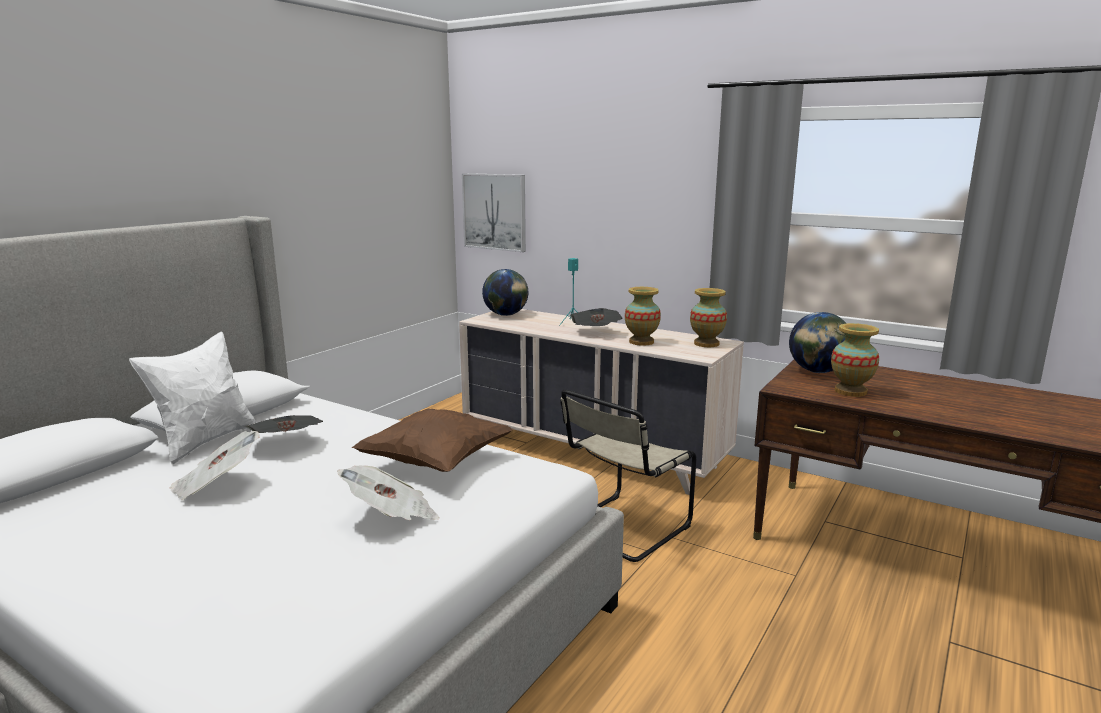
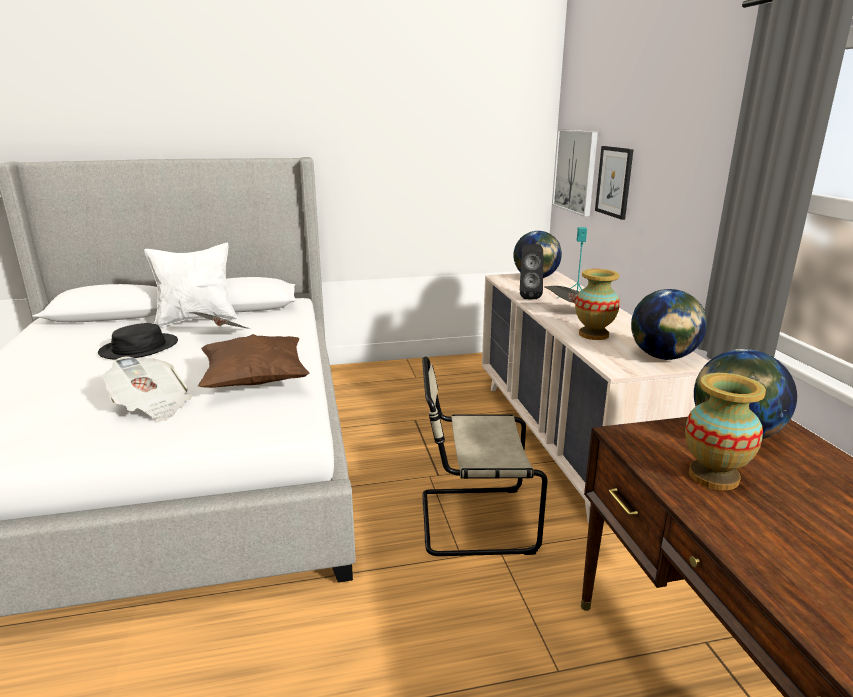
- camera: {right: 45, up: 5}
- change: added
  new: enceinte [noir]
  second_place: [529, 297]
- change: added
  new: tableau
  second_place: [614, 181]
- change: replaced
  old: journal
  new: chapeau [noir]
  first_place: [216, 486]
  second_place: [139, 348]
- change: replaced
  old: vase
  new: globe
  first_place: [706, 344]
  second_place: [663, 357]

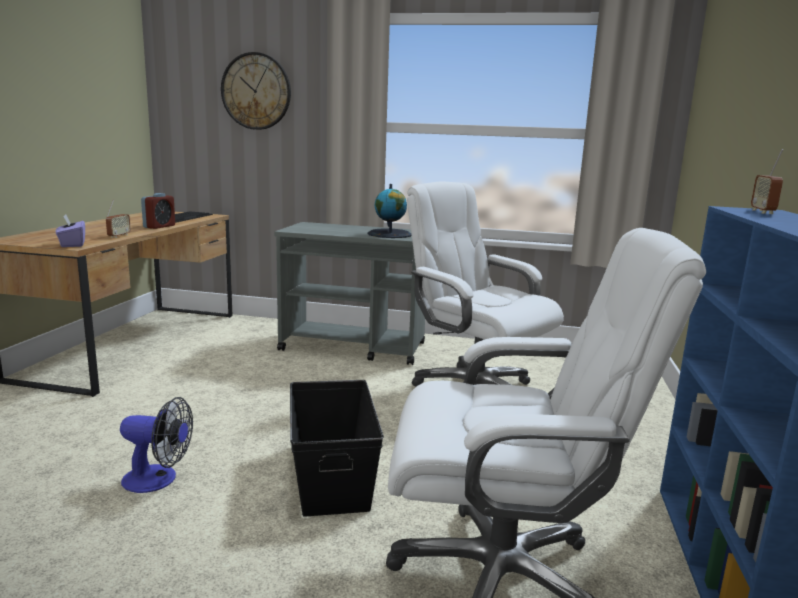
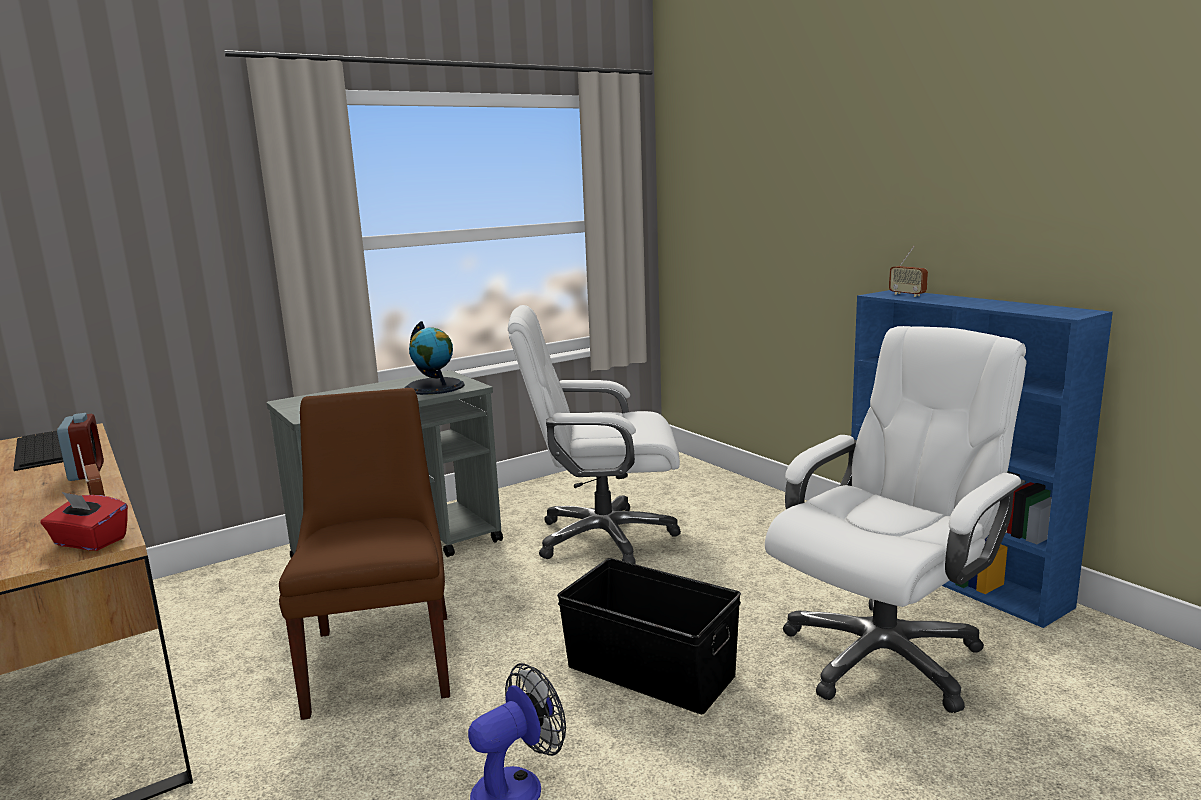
- camera: {right: -45, up: 0}
- change: removed
  old: horloge murale
  first_place: [256, 91]
- change: added
  new: chaise [marron]
  second_place: [382, 659]
- change: recoloured
  old: boîte à mouchoirs [violet]
  new: boîte à mouchoirs [rouge]
  first_place: [72, 244]
  second_place: [89, 542]

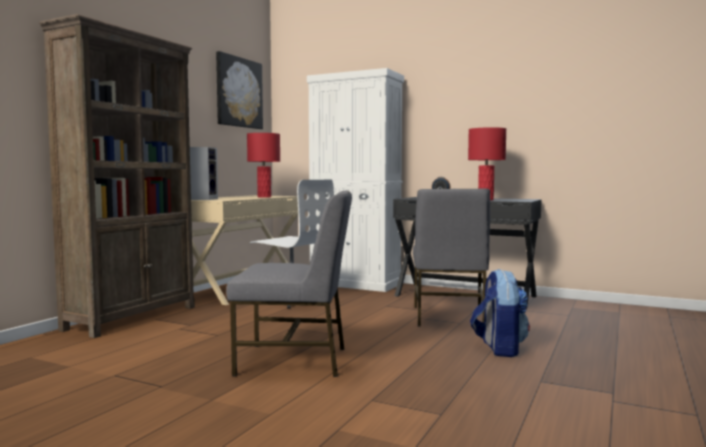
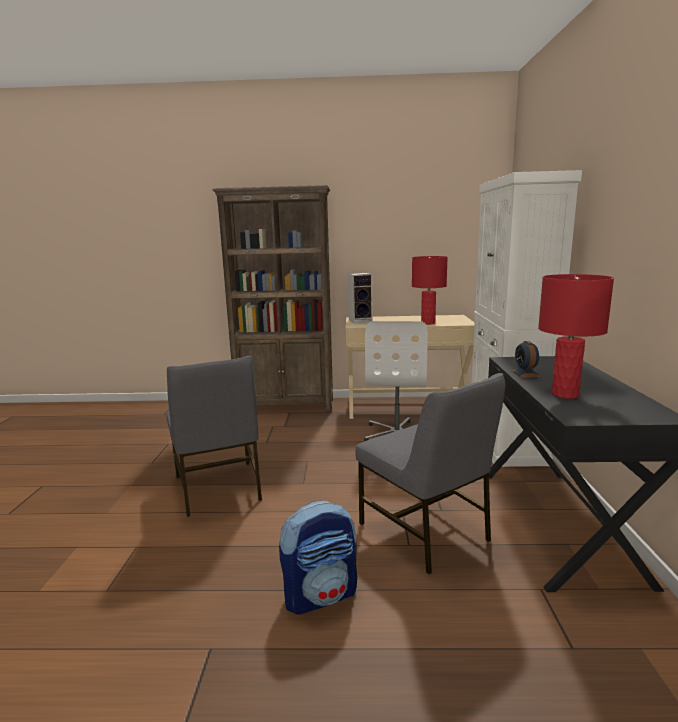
- camera: {right: 65, up: 10}
- change: removed
  old: tableau
  first_place: [238, 92]
- change: turned
  old: chaise [gris]
  first_place: [448, 317]
  second_place: [425, 532]
  degrees: -105

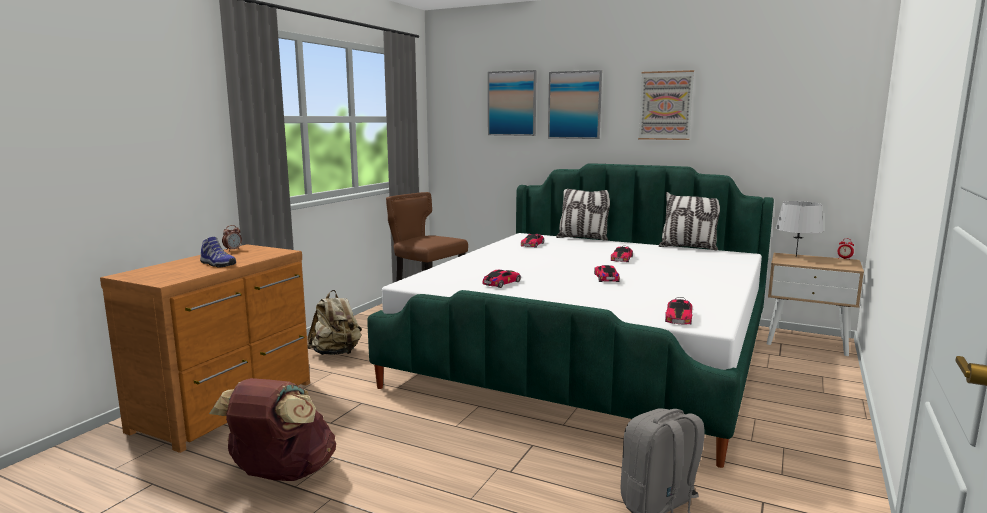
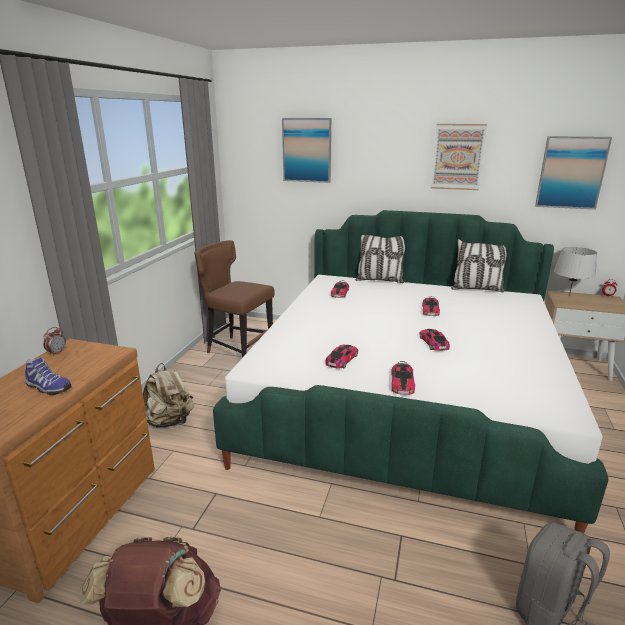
- camera: {right: -10, up: 10}
- change: moved
  old: tableau
  first_place: [575, 105]
  second_place: [571, 172]
- change: moved
  old: petite voiture
  first_place: [678, 317]
  second_place: [402, 383]

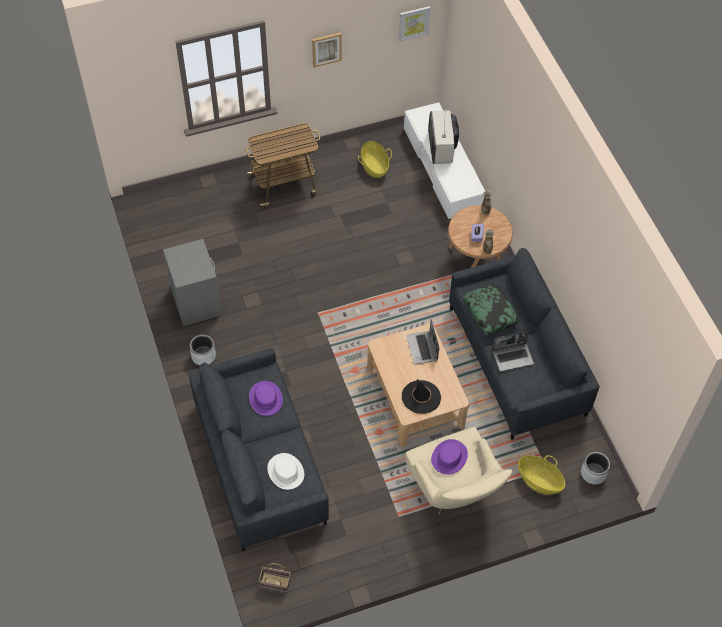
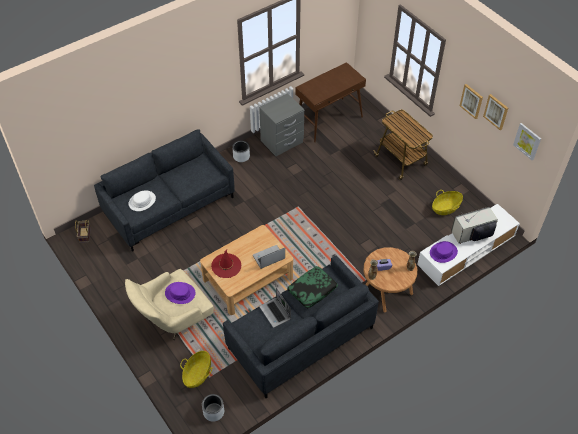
- camera: {right: 75, up: -5}
- change: added
  new: table console [marron]
  second_place: [329, 120]
- change: added
  new: tableau
  second_place: [496, 111]
- change: moved
  old: chapeau [violet]
  first_place: [266, 398]
  second_place: [443, 252]
- change: recoloured
  old: chapeau [noir]
  new: chapeau [rouge]
  first_place: [421, 397]
  second_place: [226, 266]

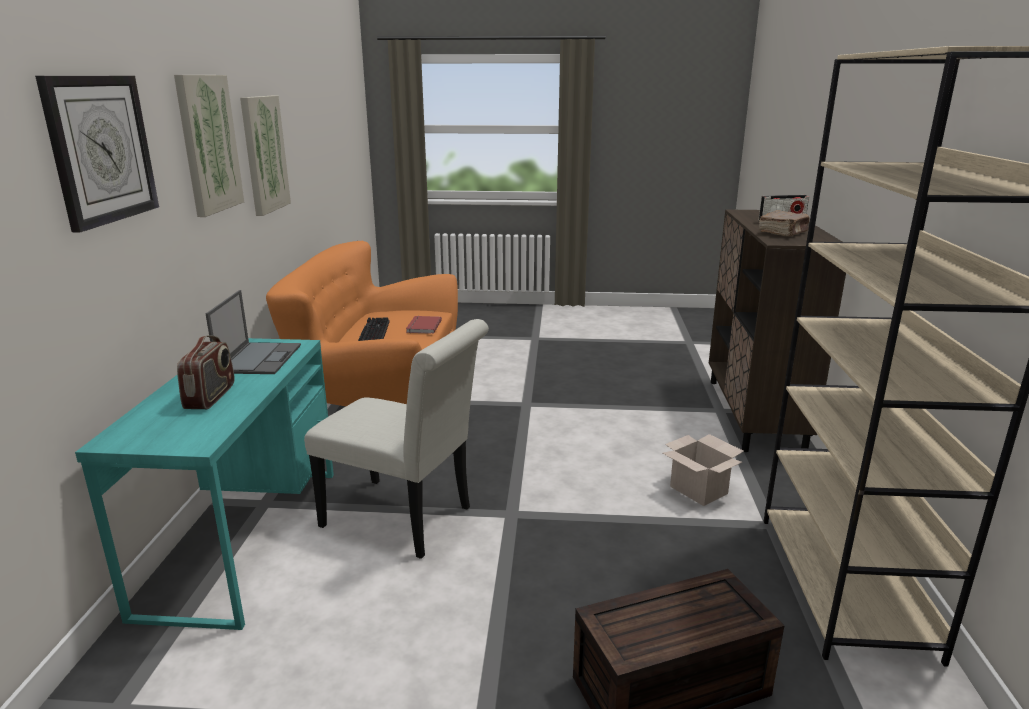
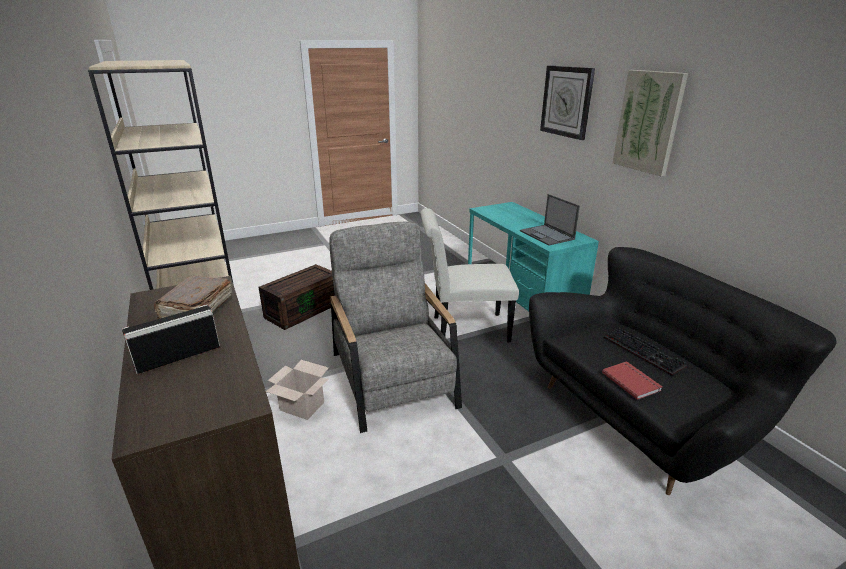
- camera: {right: 150, up: 5}
- change: removed
  old: radio
  first_place: [211, 397]
- change: removed
  old: tableau
  first_place: [264, 154]
- change: added
  new: fauteuil [gris]
  second_place: [393, 379]
- change: recoloured
  old: canapé [orange]
  new: canapé [noir]
  first_place: [378, 393]
  second_place: [641, 416]

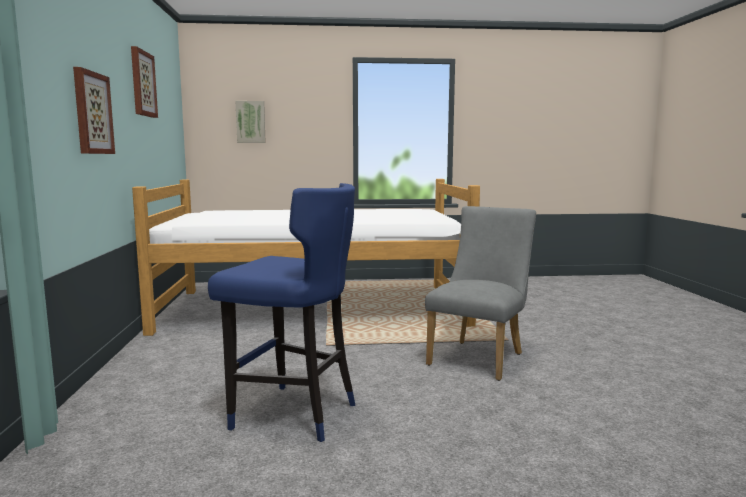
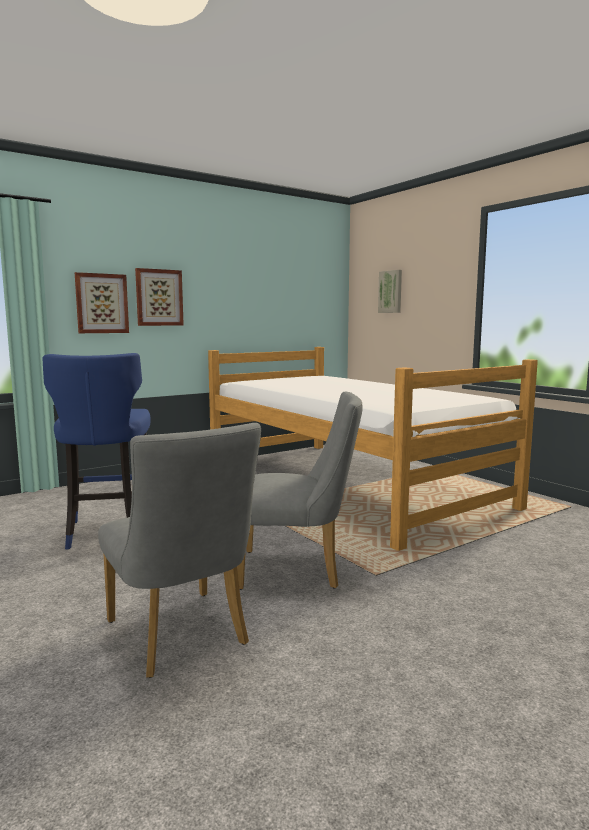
- camera: {right: 60, up: 0}
- change: added
  new: chaise [gris]
  second_place: [182, 637]
- change: moved
  old: tableau
  first_place: [142, 84]
  second_place: [101, 303]

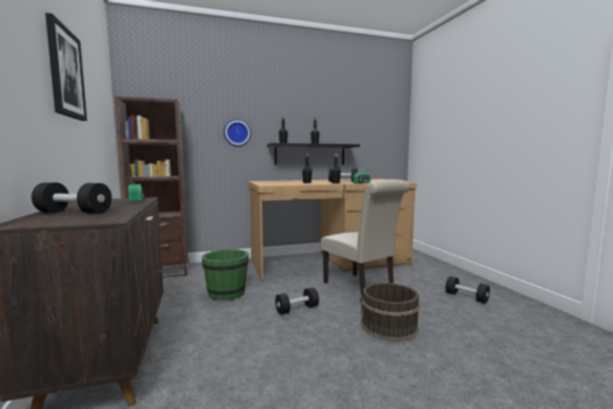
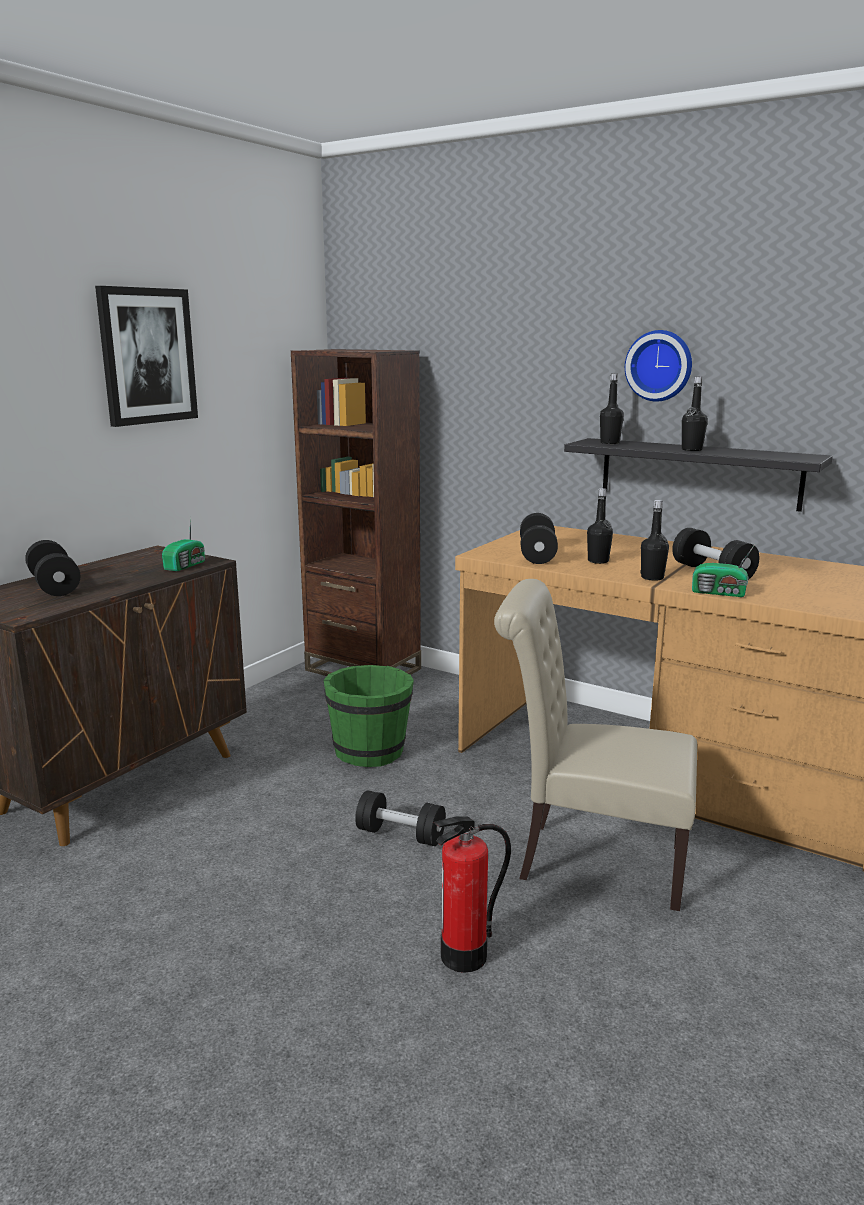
- camera: {right: 50, up: 10}
- change: moved
  old: horloge murale
  first_place: [237, 133]
  second_place: [659, 365]
- change: moved
  old: haltère [noir]
  first_place: [466, 297]
  second_place: [537, 554]
- change: replaced
  old: seau [marron]
  new: extincteur
  first_place: [389, 326]
  second_place: [464, 956]
- change: turned
  old: chaise [beige]
  first_place: [361, 288]
  second_place: [590, 861]
  degrees: 90

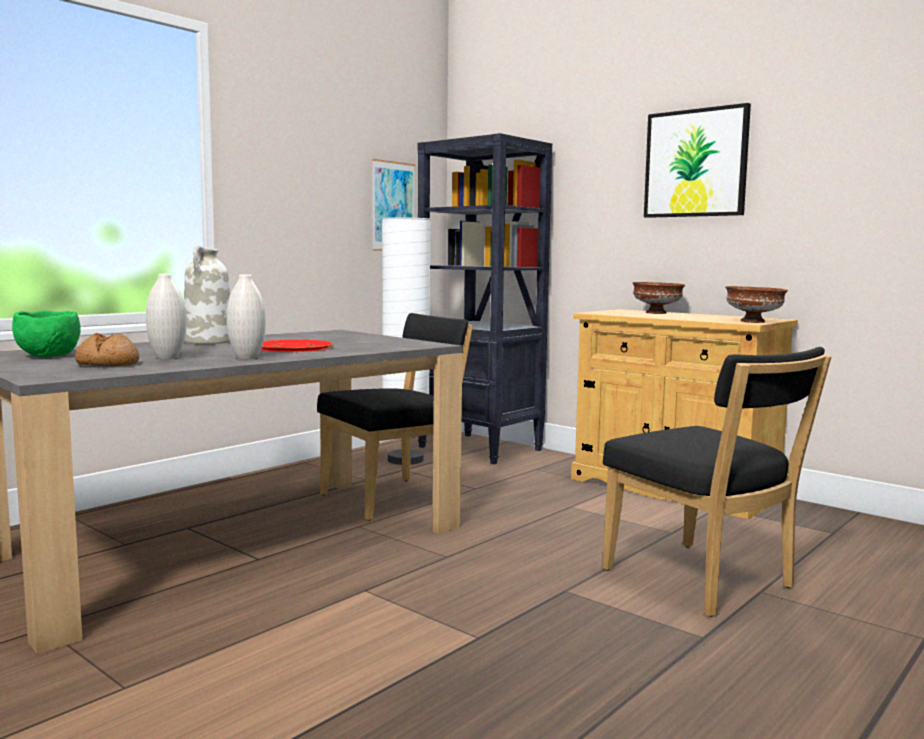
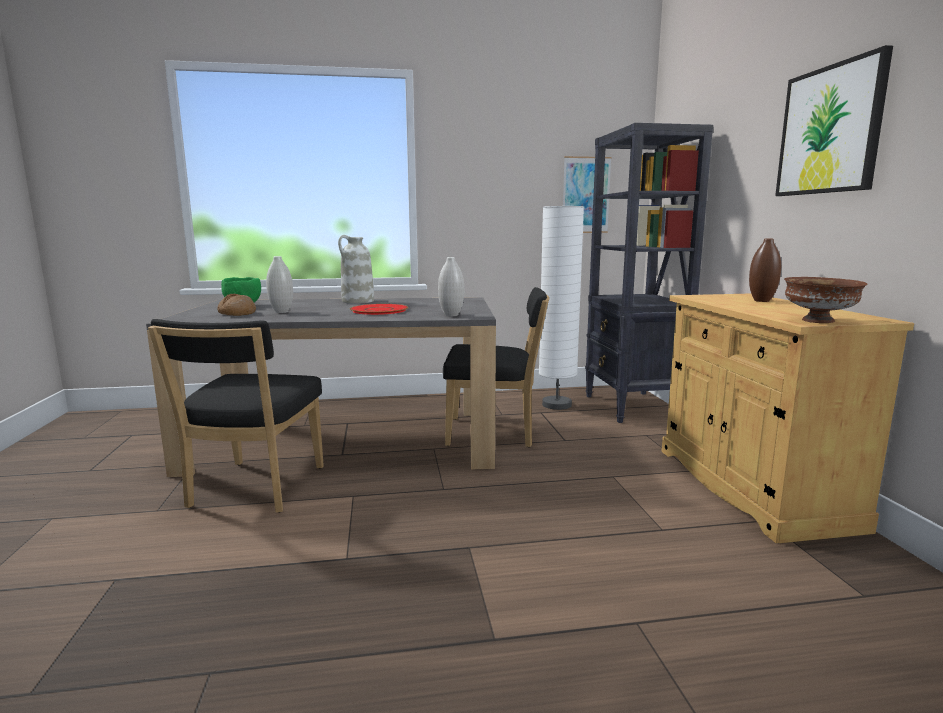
- camera: {right: 40, up: 5}
- change: moved
  old: vase [blanc]
  first_place: [247, 358]
  second_place: [451, 315]
- change: moved
  old: chaise [noir]
  first_place: [704, 581]
  second_place: [254, 489]
- change: replaced
  old: bol [marron]
  new: vase [marron]
  first_place: [657, 313]
  second_place: [761, 301]

